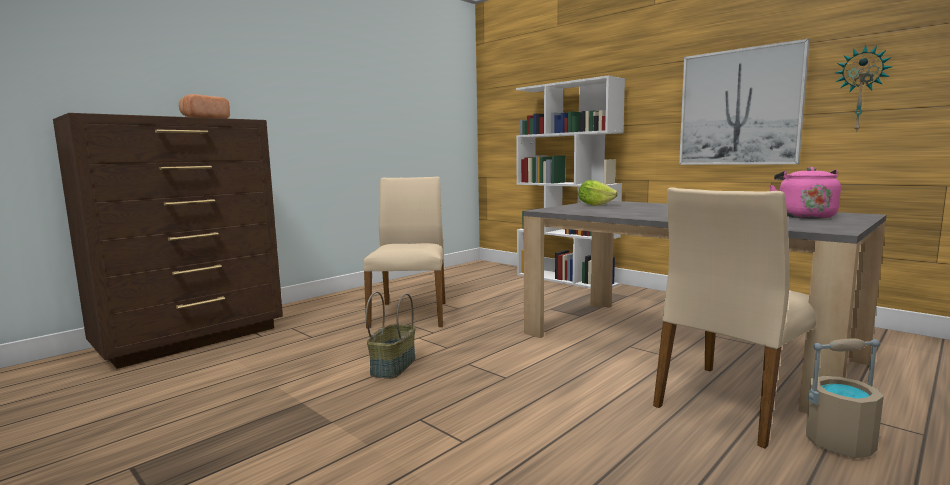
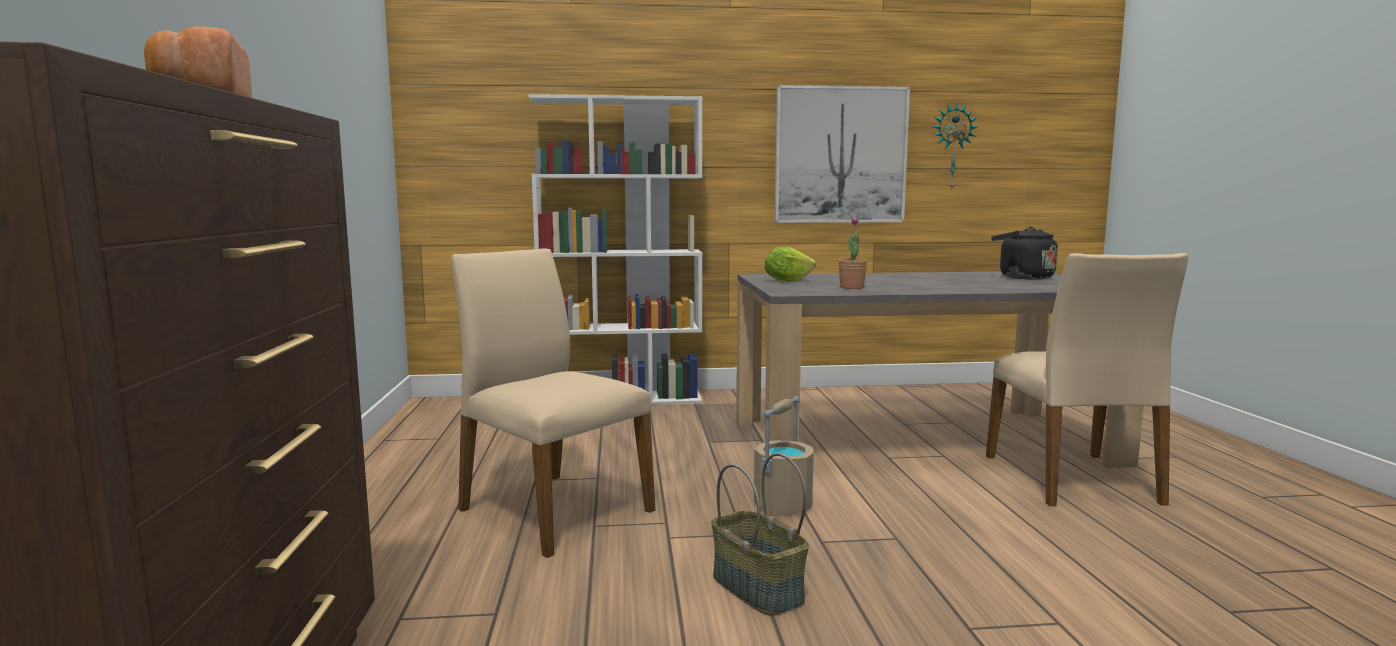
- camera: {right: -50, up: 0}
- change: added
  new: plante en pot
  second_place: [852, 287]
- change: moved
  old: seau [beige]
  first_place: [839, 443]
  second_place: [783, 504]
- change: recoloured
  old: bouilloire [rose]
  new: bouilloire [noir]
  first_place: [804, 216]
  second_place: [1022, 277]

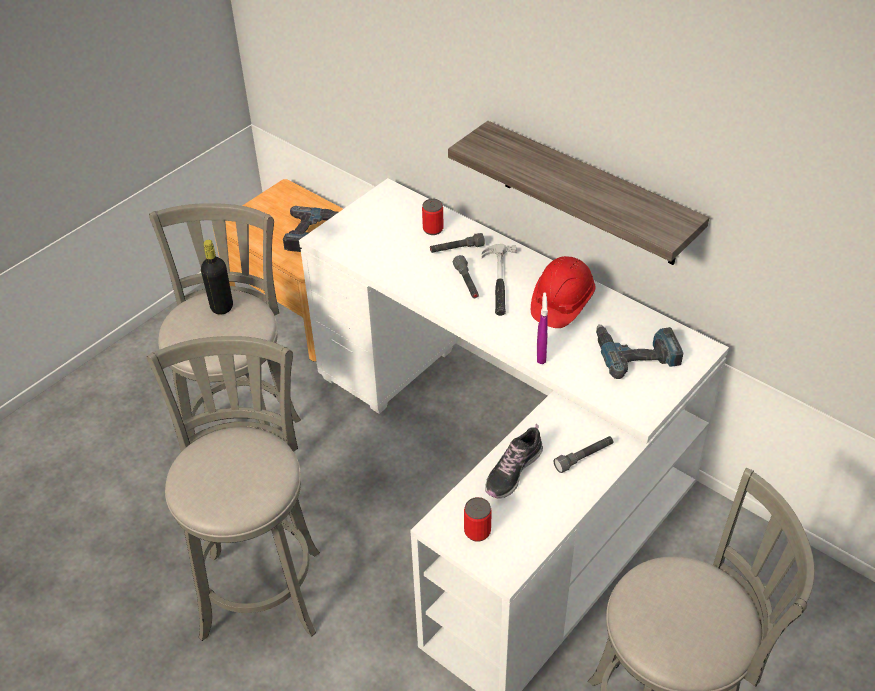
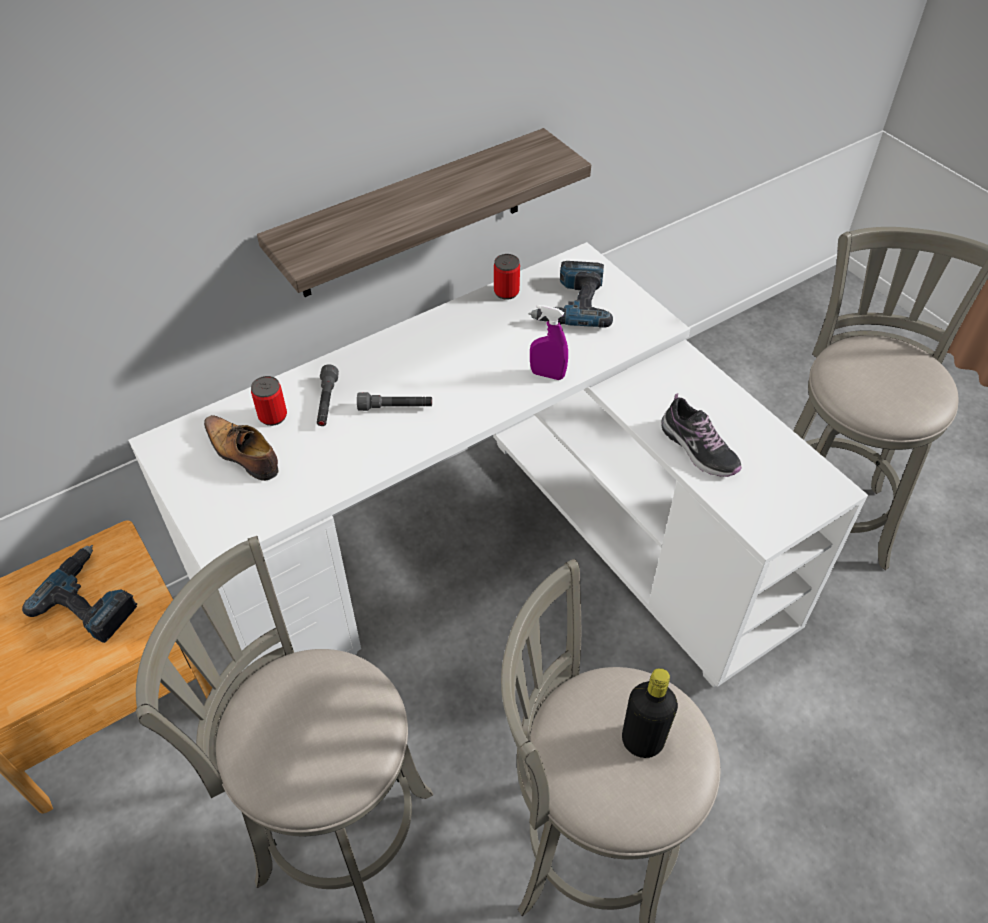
- camera: {right: -75, up: 5}
- change: removed
  old: marteau
  first_place: [499, 282]
- change: removed
  old: casque de chantier [rouge]
  first_place: [561, 303]
- change: removed
  old: lampe de poche [gris]
  first_place: [584, 457]
- change: added
  new: chaussure
  second_place: [242, 454]
- change: moved
  old: bouteille [noir]
  first_place: [222, 307]
  second_place: [642, 741]
- change: moved
  old: boîte métallique
  first_place: [477, 531]
  second_place: [506, 292]

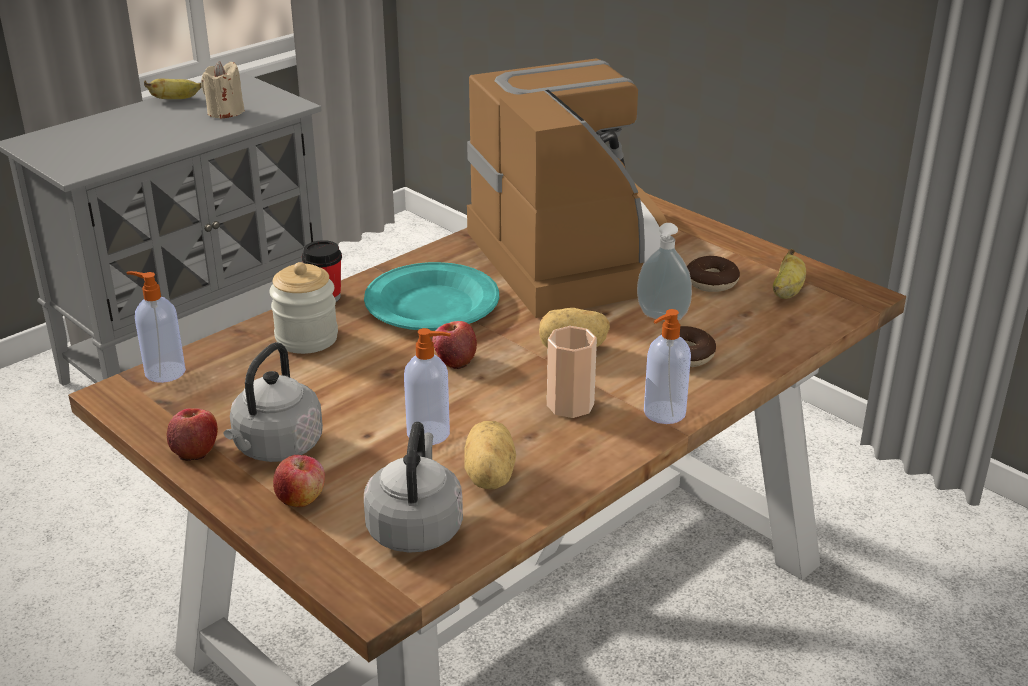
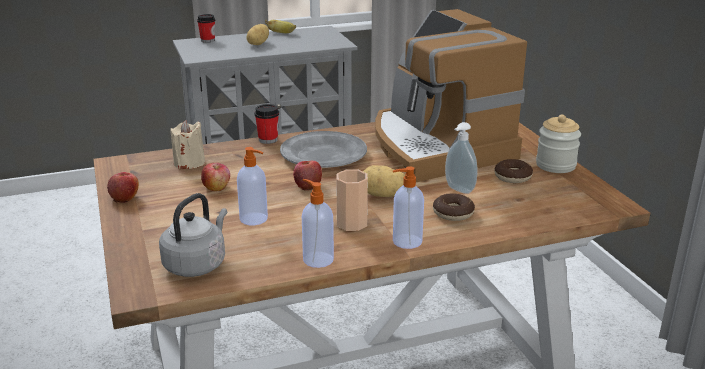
- camera: {right: 25, up: -5}
- change: removed
  old: bouilloire [gris]
  first_place: [276, 448]
- change: removed
  old: banane
  first_place: [787, 292]
- change: added
  new: tasse
  second_place: [208, 40]
- change: moved
  old: distributeur de savon
  first_place: [163, 372]
  second_place: [317, 259]
- change: moved
  old: bougie [beige]
  first_place: [225, 112]
  second_place: [189, 163]
- change: moved
  old: bocal
  first_place: [307, 338]
  second_place: [555, 165]
- change: moved
  old: pomme
  first_place: [301, 498]
  second_place: [216, 187]
- change: moved
  old: pomme de terre
  first_place: [487, 477]
  second_place: [257, 44]
- change: recoloured
  old: assiette [turquoise]
  new: assiette [gris]
  first_place: [432, 304]
  second_place: [324, 155]
- change: turned
  old: machine à café
  first_place: [576, 256]
  second_place: [437, 146]
  degrees: 150

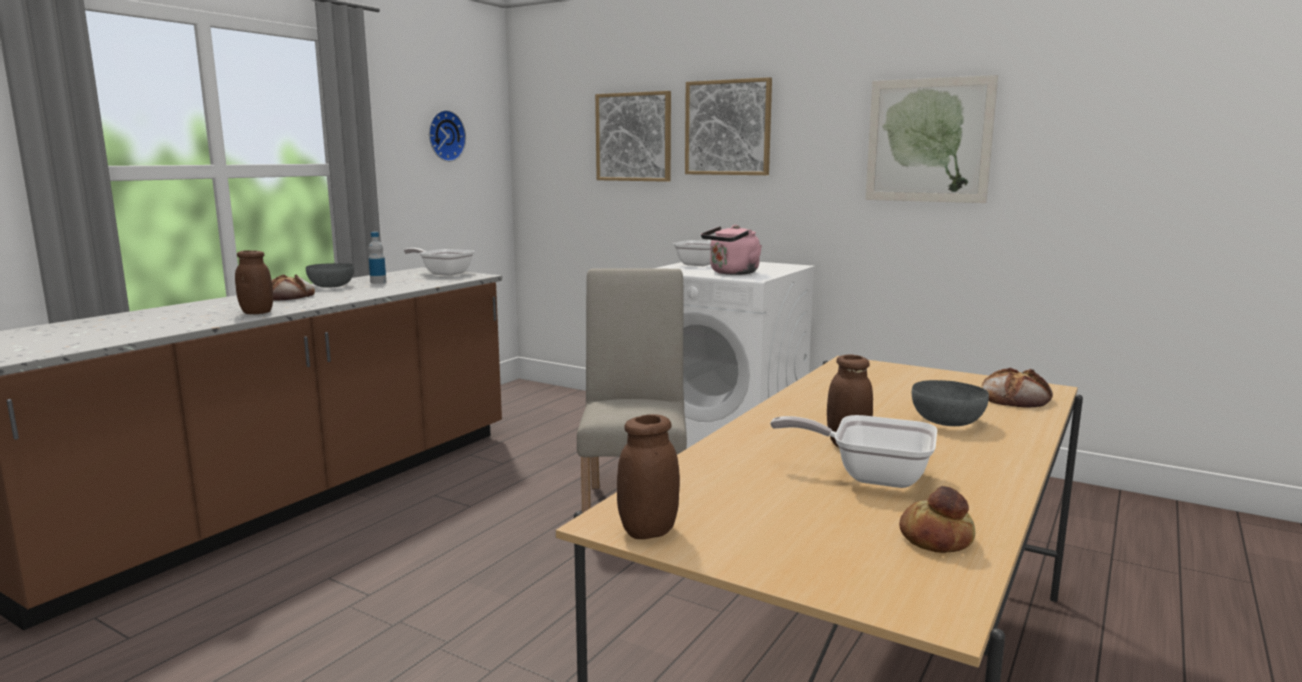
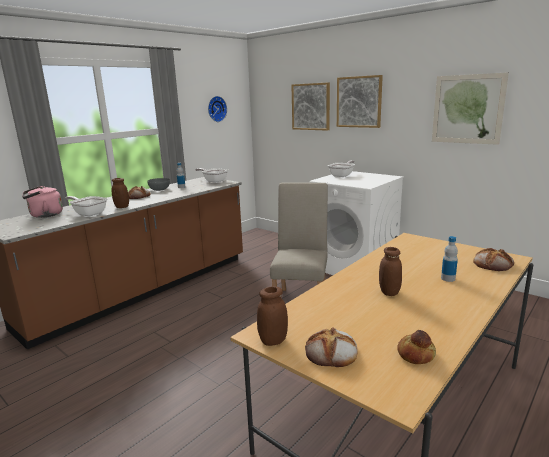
- camera: {right: 10, up: 5}
- change: added
  new: pain
  second_place: [332, 352]
- change: moved
  old: bouilloire [rose]
  first_place: [732, 273]
  second_place: [44, 215]
- change: moved
  old: poêle
  first_place: [870, 475]
  second_place: [88, 213]
- change: replaced
  old: bol [gris]
  new: bouteille
  first_place: [946, 421]
  second_place: [448, 278]

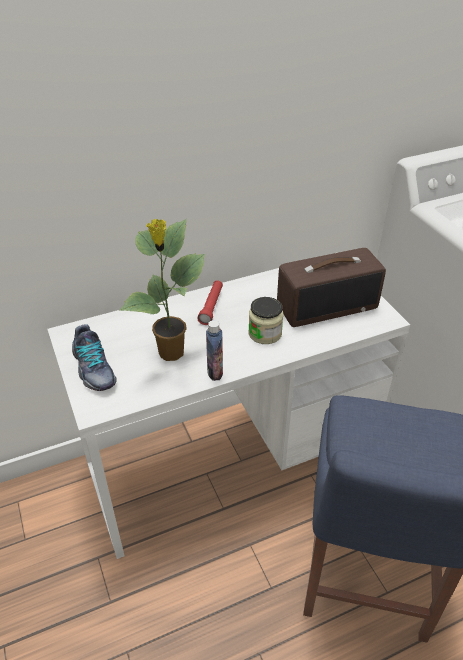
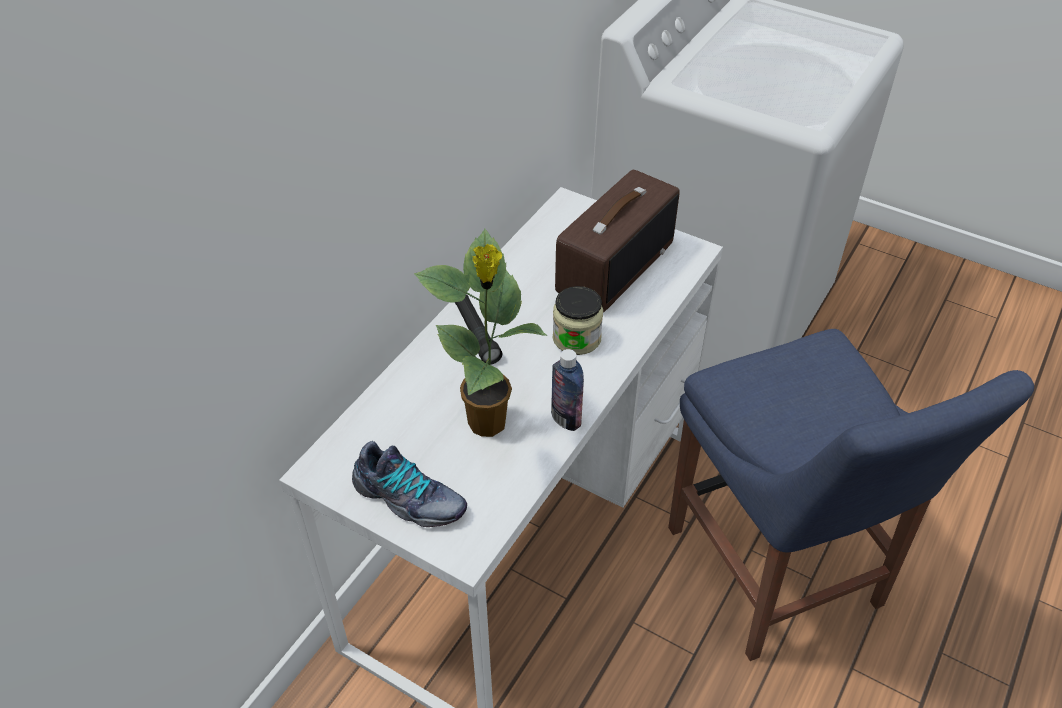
- camera: {right: -35, up: 5}
- change: recoloured
  old: lampe de poche [rouge]
  new: lampe de poche [noir]
  first_place: [211, 306]
  second_place: [476, 334]

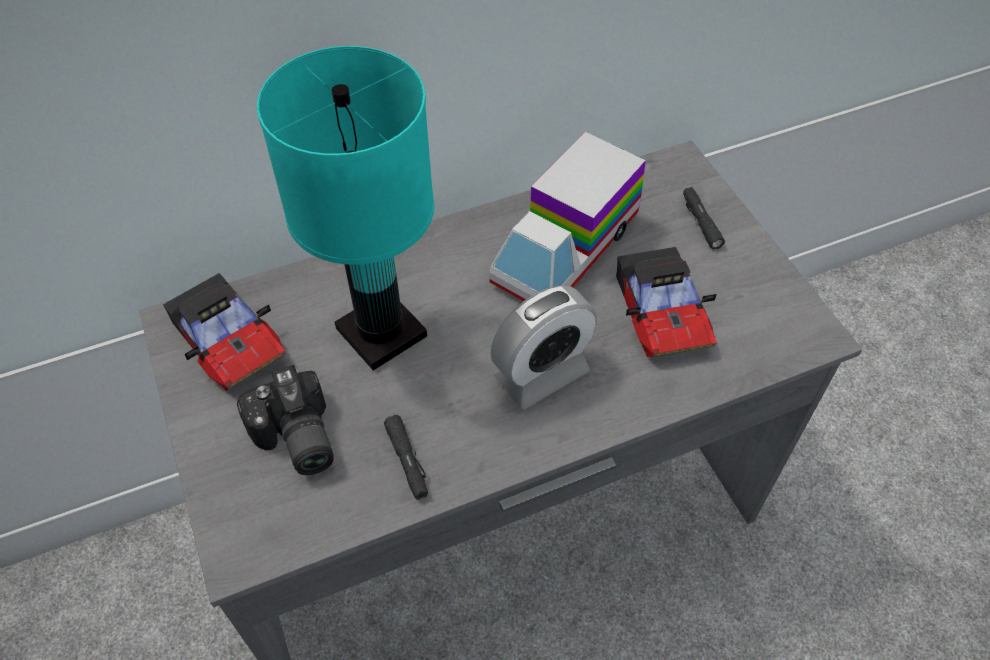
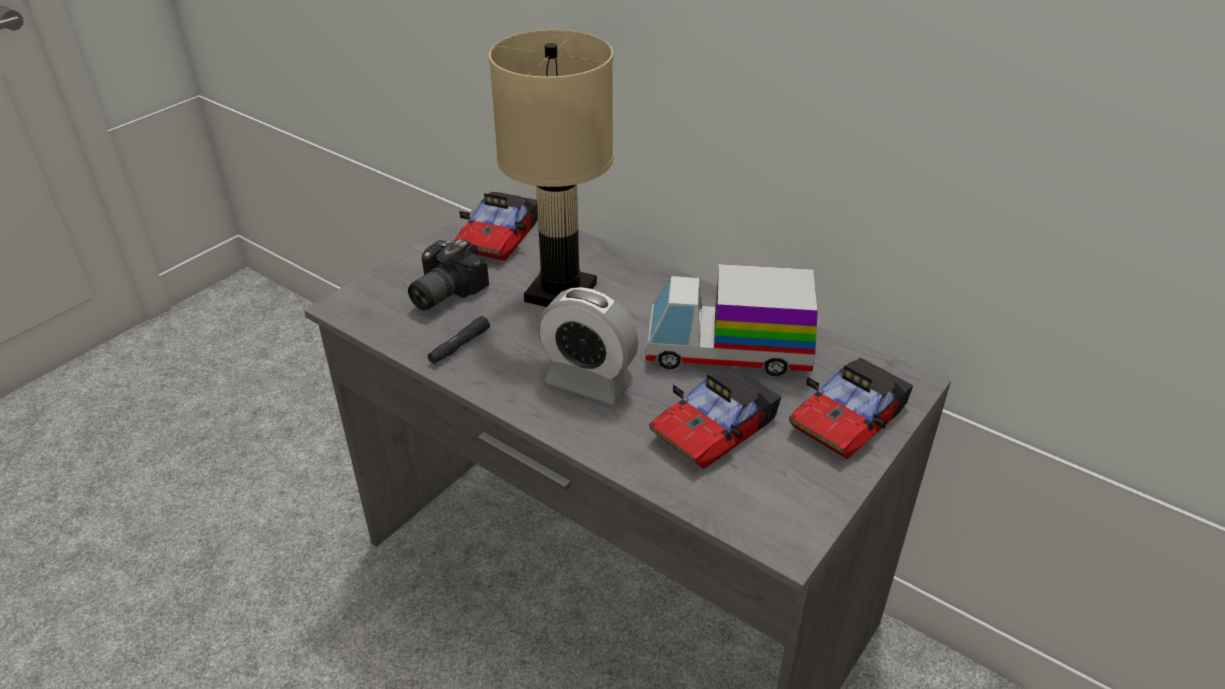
- camera: {right: 60, up: -15}
- change: replaced
  old: lampe de poche [noir]
  new: petite voiture
  first_place: [700, 222]
  second_place: [849, 418]
- change: recoloured
  old: lampe de table [turquoise]
  new: lampe de table [beige]
  first_place: [380, 332]
  second_place: [560, 292]

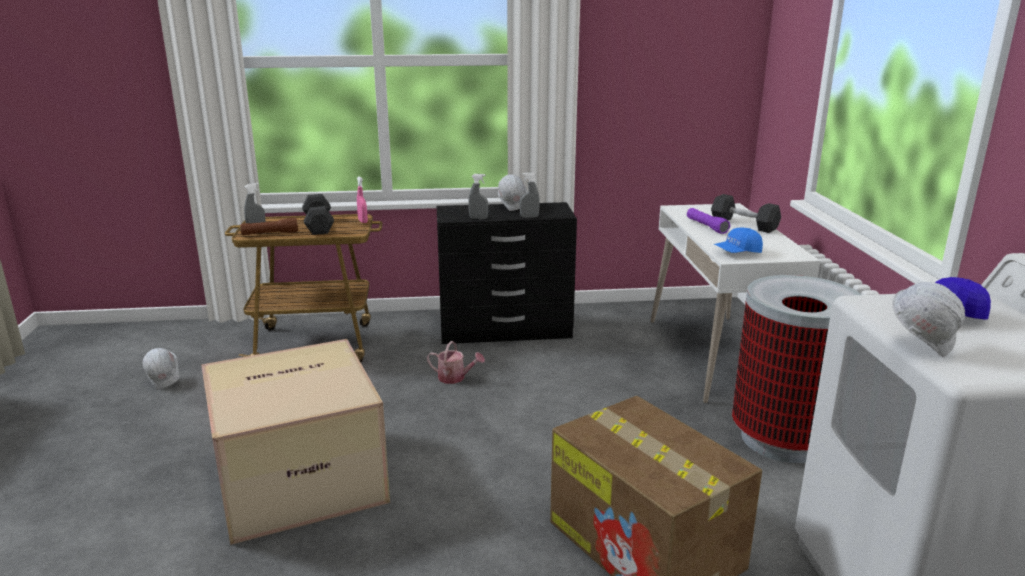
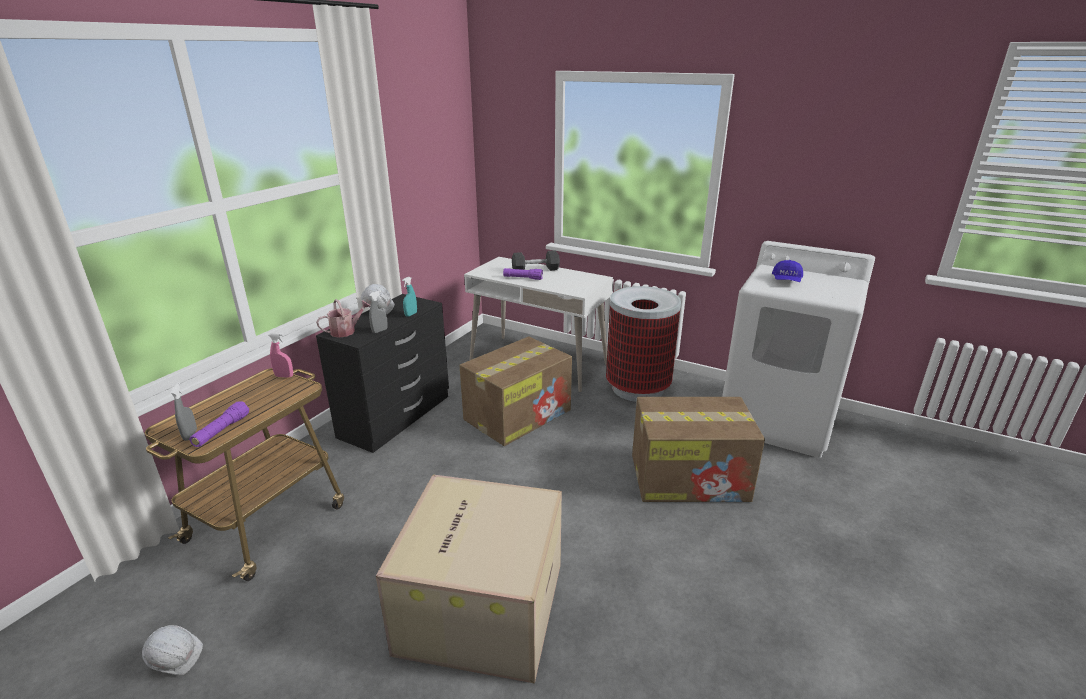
- camera: {right: -55, up: 5}
- change: removed
  old: haltère [gris]
  first_place: [318, 225]
- change: removed
  old: casquette [bleu]
  first_place: [737, 252]
- change: removed
  old: casque de chantier [blanc]
  first_place: [922, 346]
- change: added
  new: carton
  second_place: [518, 414]
- change: moved
  old: arrosoir
  first_place: [455, 378]
  second_place: [346, 331]
- change: recoloured
  old: lampe de poche [marron]
  new: lampe de poche [violet]
  first_place: [270, 234]
  second_place: [222, 431]
- change: recoloured
  old: vaporisateur [gris]
  new: vaporisateur [turquoise]
  first_place: [529, 217]
  second_place: [411, 314]

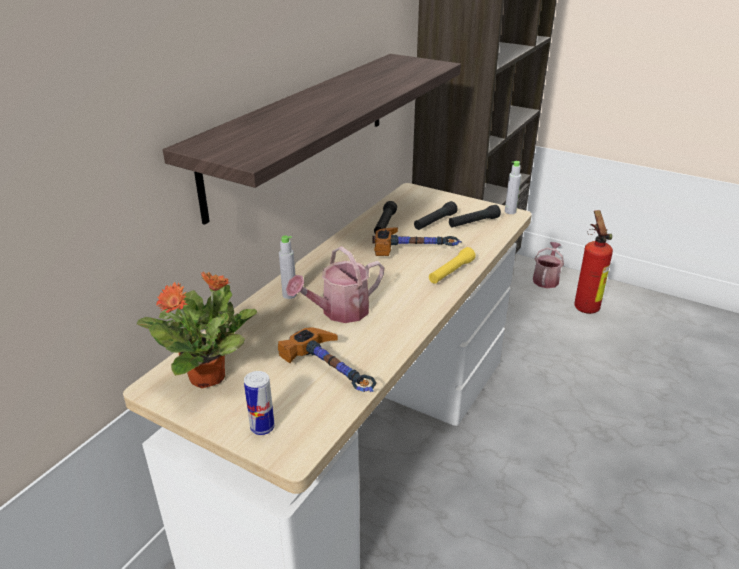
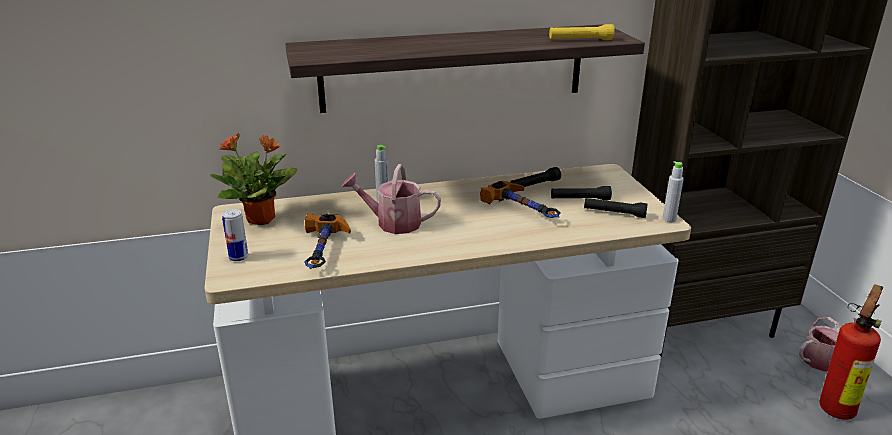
- camera: {right: 45, up: -5}
- change: moved
  old: lampe de poche [jaune]
  first_place: [451, 272]
  second_place: [580, 40]

